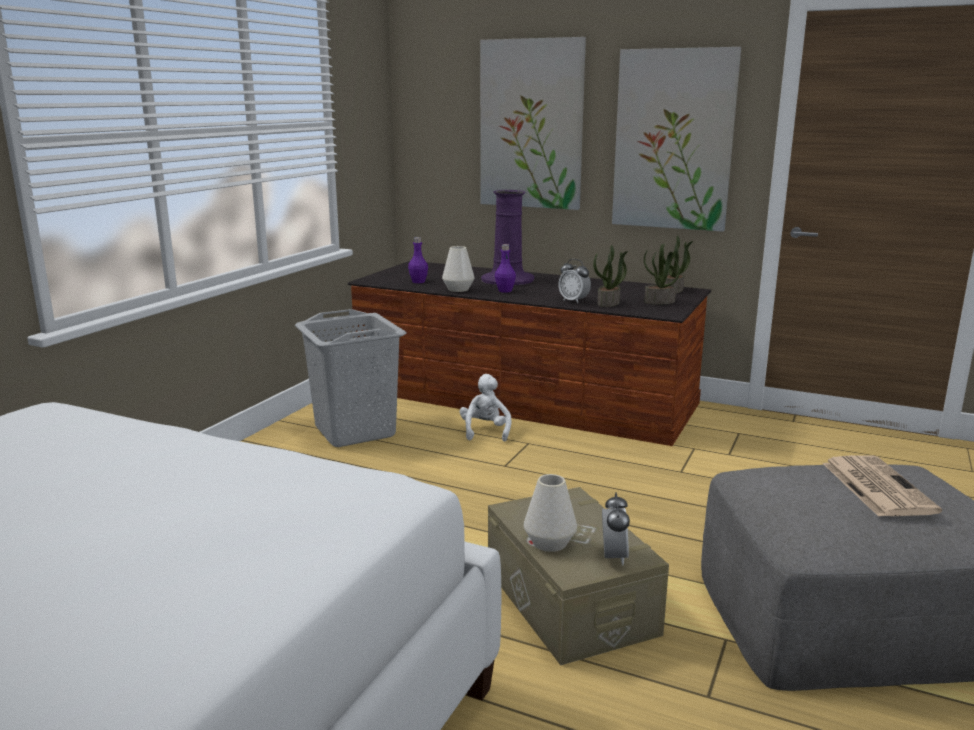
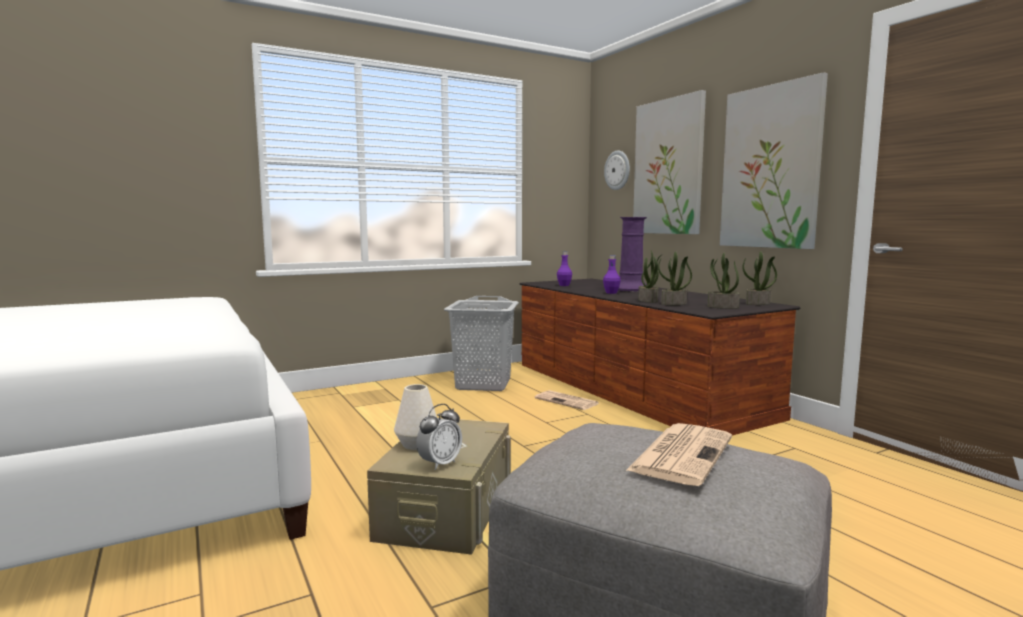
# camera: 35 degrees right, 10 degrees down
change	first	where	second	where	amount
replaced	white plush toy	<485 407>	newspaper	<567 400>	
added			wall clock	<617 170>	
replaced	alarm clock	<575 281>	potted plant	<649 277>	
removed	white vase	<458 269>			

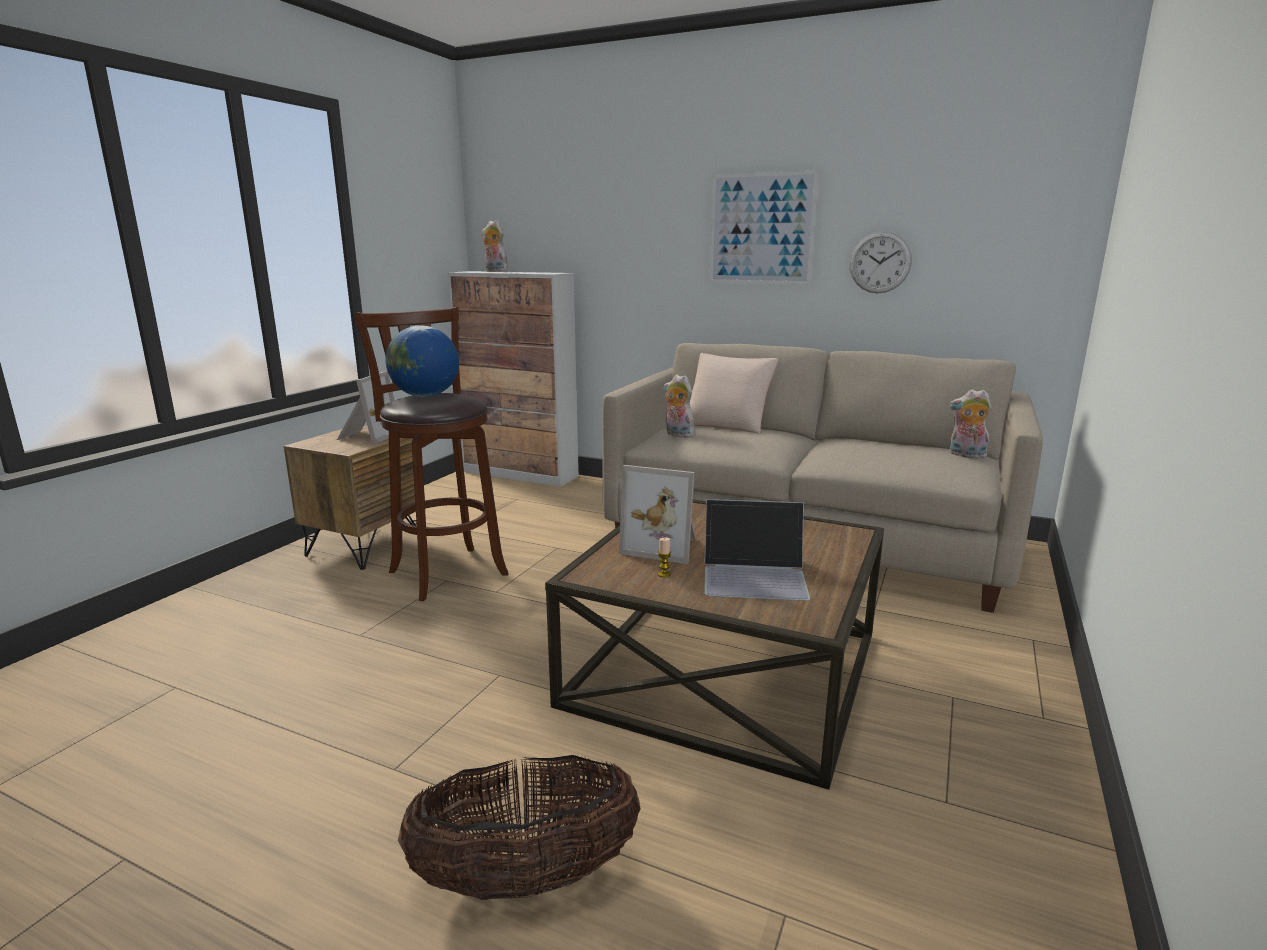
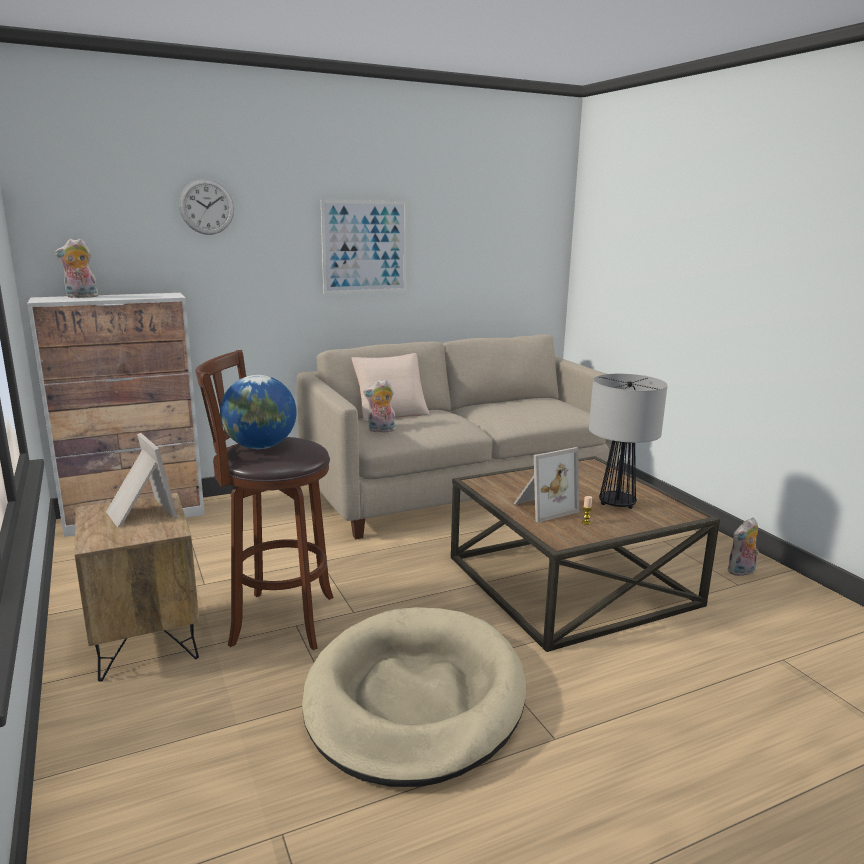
# camera: 50 degrees left, 0 degrees up
change	first	where	second	where	amount
moved	wall clock	<881 262>		<206 207>	
added			beige dog bed	<414 697>	
replaced	laptop	<757 550>	table lamp	<628 441>	
moved	plush toy	<970 424>		<743 546>	
removed	basket	<519 827>			

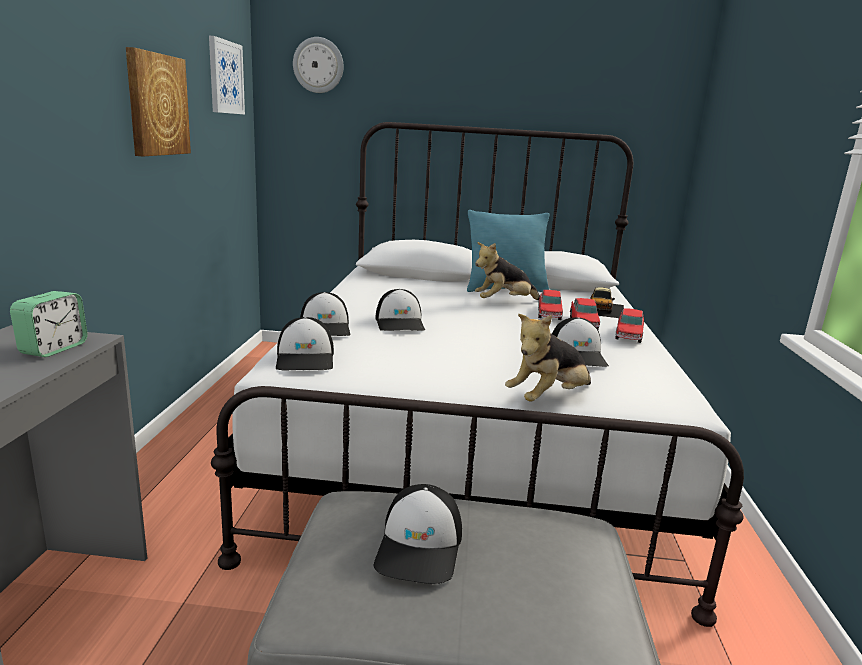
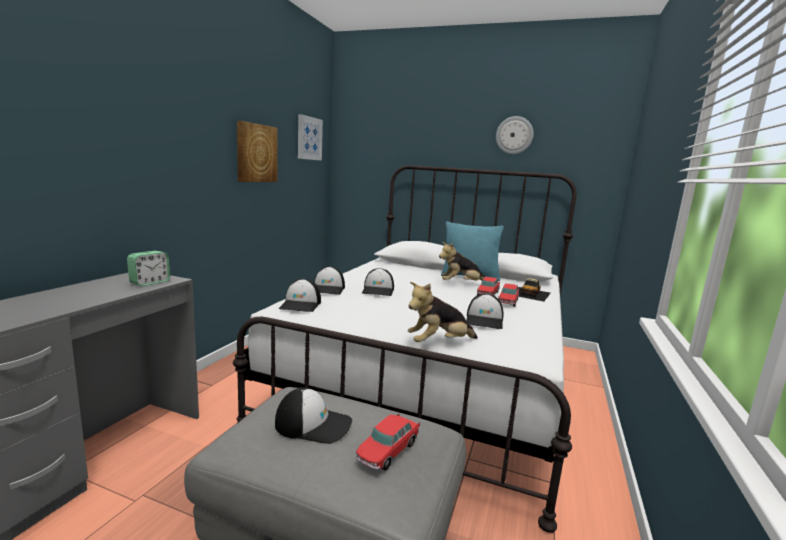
# camera: 15 degrees right, 5 degrees down
change	first	where	second	where	amount
turned	cap	<417 534>		<313 415>	105 degrees counterclockwise
moved	toy car	<629 325>		<387 442>	
moved	wall clock	<318 65>		<515 135>	

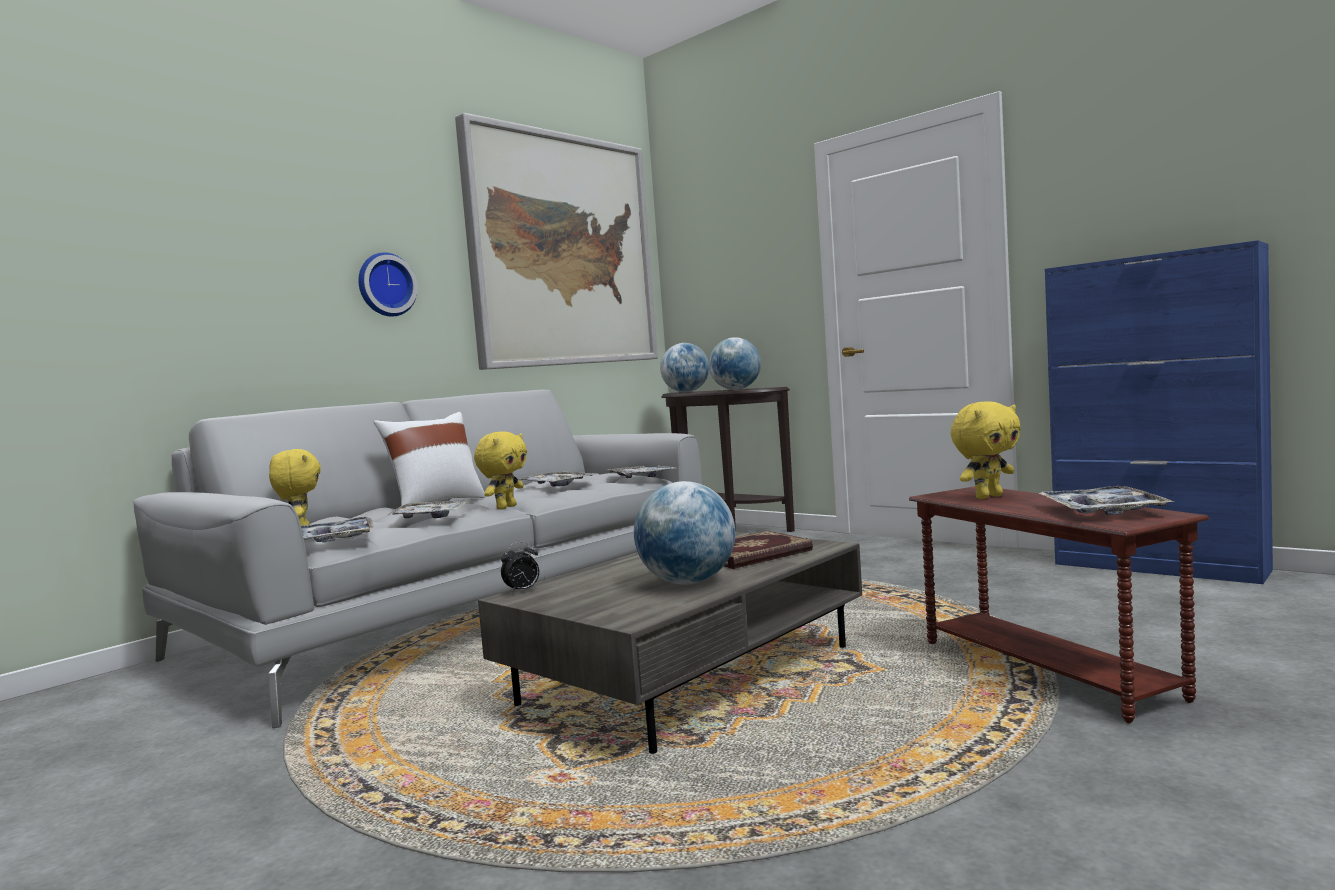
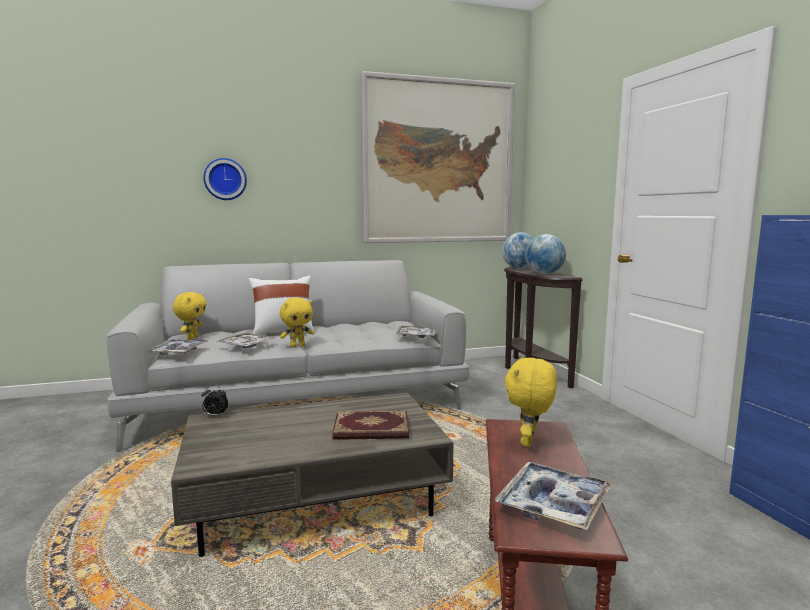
# camera: 30 degrees right, 5 degrees up
change	first	where	second	where	amount
moved	wall clock	<388 284>		<225 179>	
turned	yellow plush toy	<986 450>		<531 402>	105 degrees clockwise
removed	tray	<558 479>			
removed	globe	<684 533>			

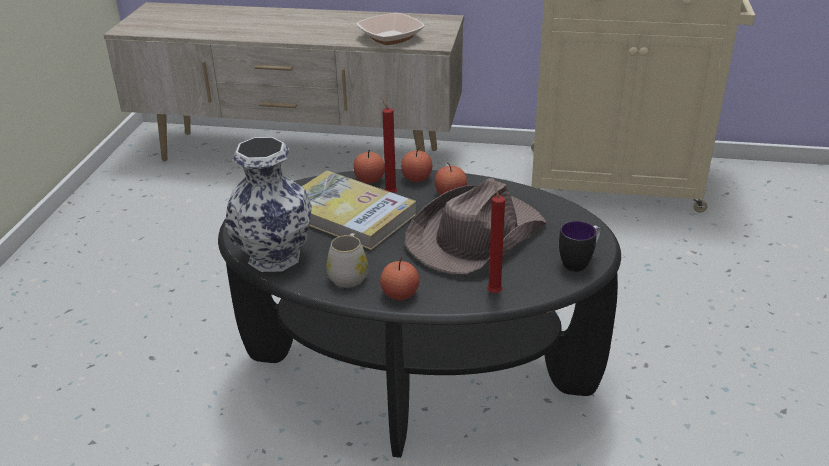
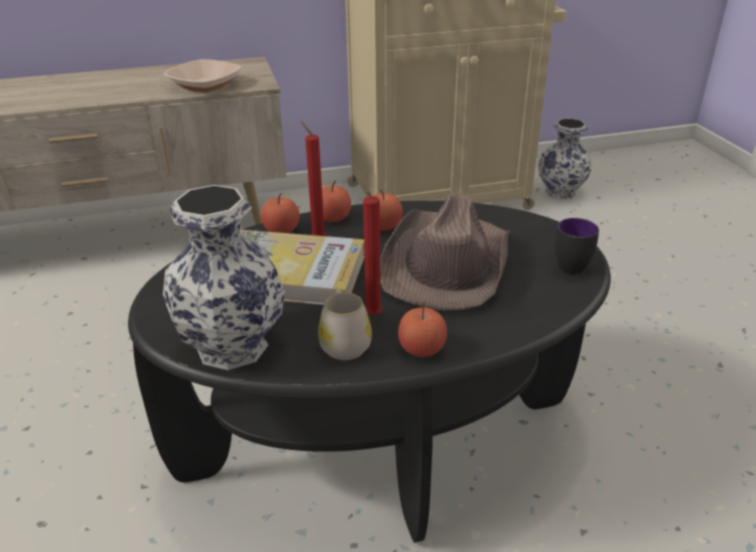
# camera: 25 degrees left, 0 degrees up
change	first	where	second	where	amount
moved	red candle	<496 237>		<371 247>	
added			vase	<565 159>	

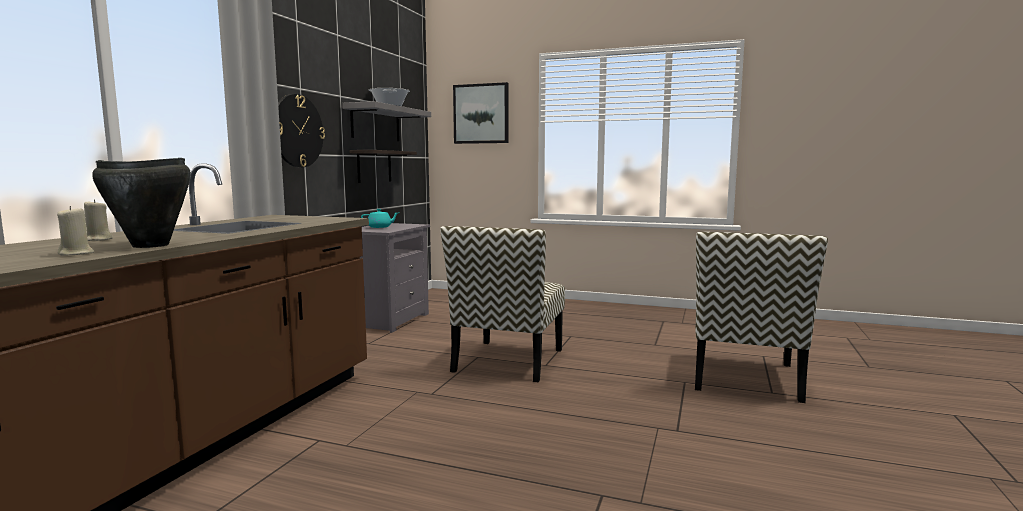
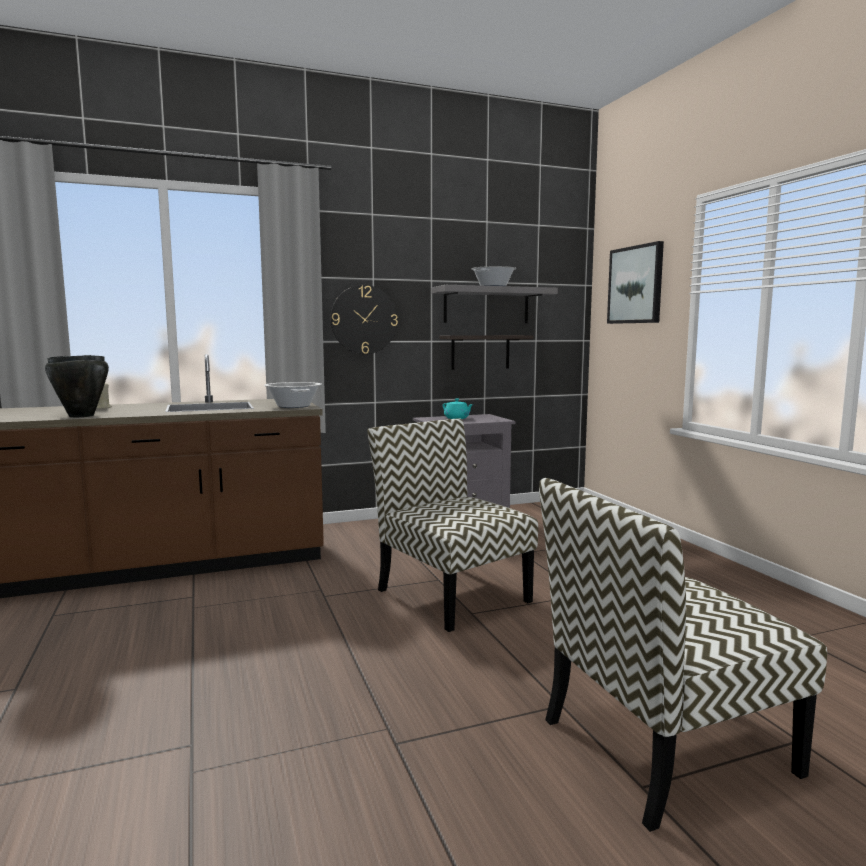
# camera: 50 degrees right, 0 degrees up
change	first	where	second	where	amount
added			cooking pot	<293 395>	
turned	chair	<502 304>		<452 525>	75 degrees clockwise
removed	beige candle	<75 231>			

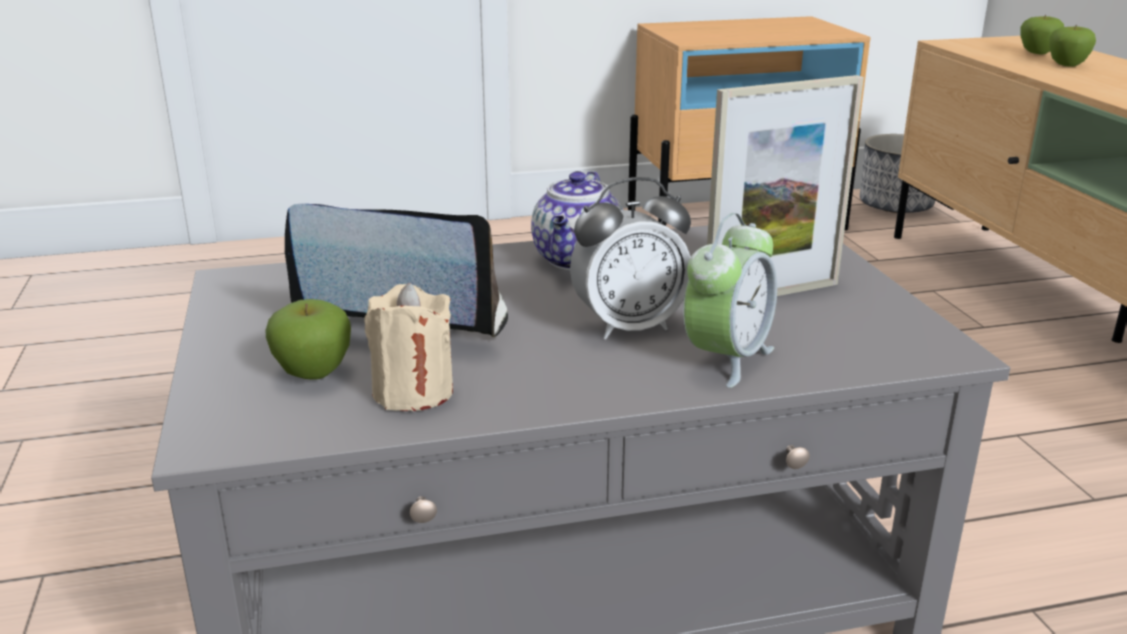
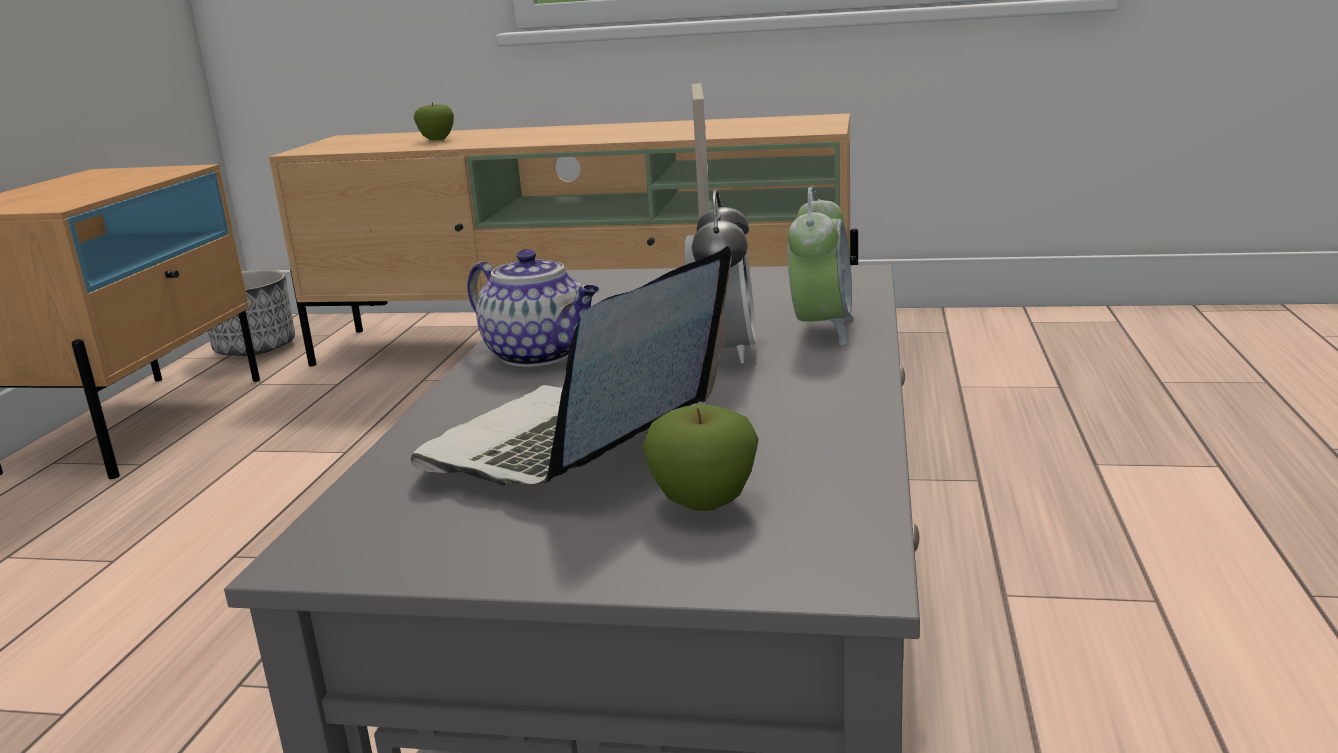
# camera: 65 degrees left, 5 degrees down
change	first	where	second	where	amount
turned	alarm clock	<730 300>		<820 266>	45 degrees clockwise
removed	beige candle	<408 347>			
removed	apple	<1042 34>			

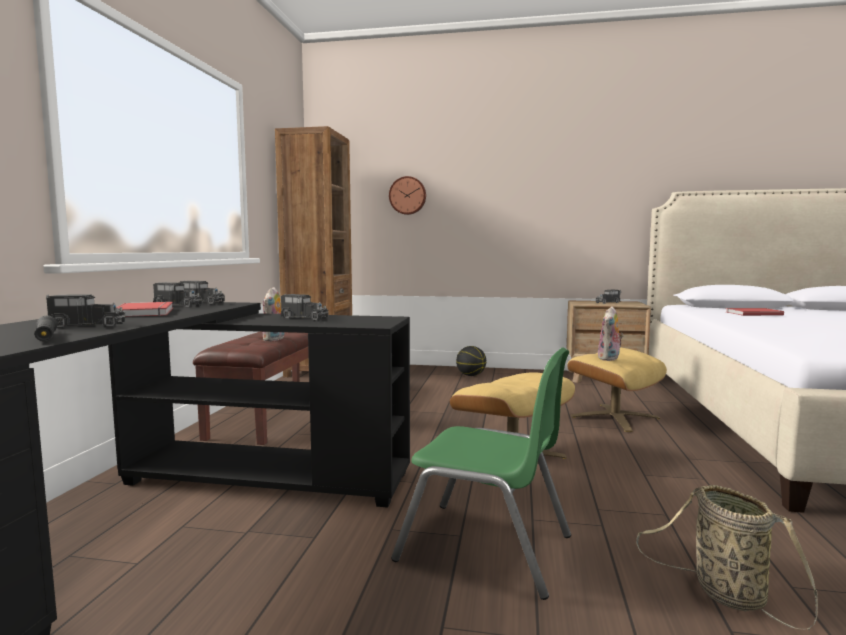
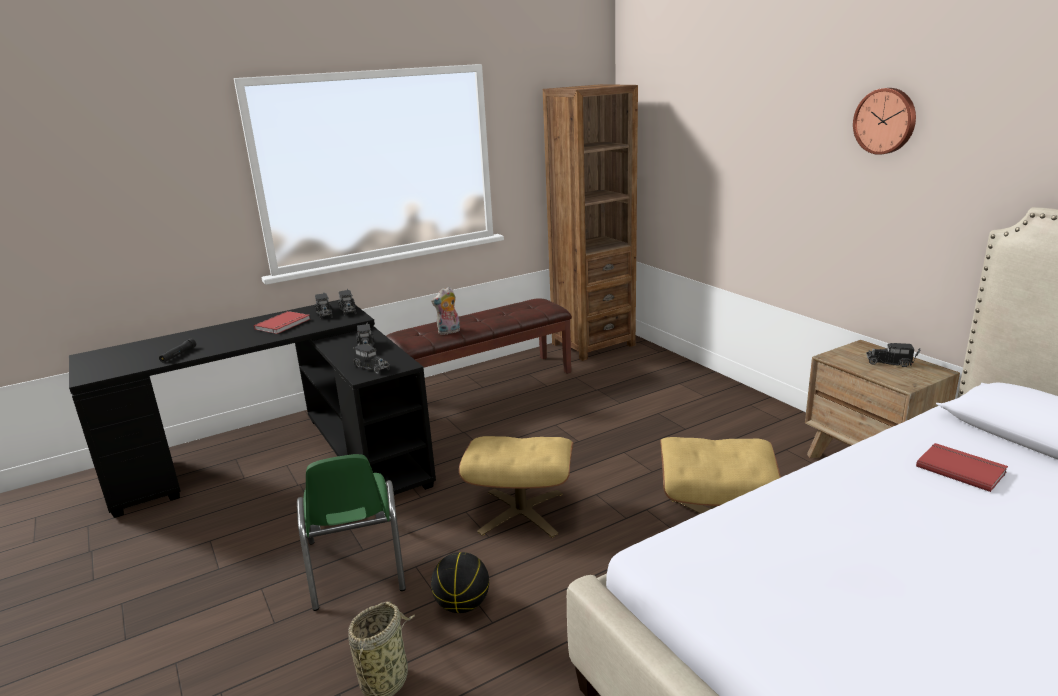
# camera: 50 degrees right, 15 degrees up
change	first	where	second	where	amount
moved	toy truck	<85 311>		<371 358>	
moved	basketball	<471 361>		<460 582>	
moved	wall clock	<407 195>		<884 121>	
removed	plush toy	<611 333>			

